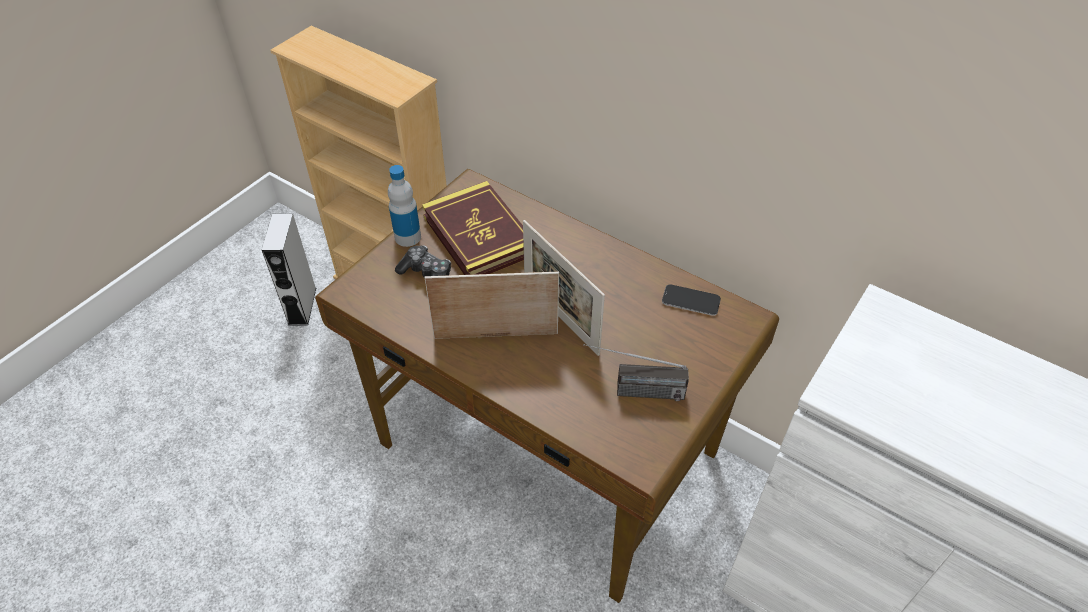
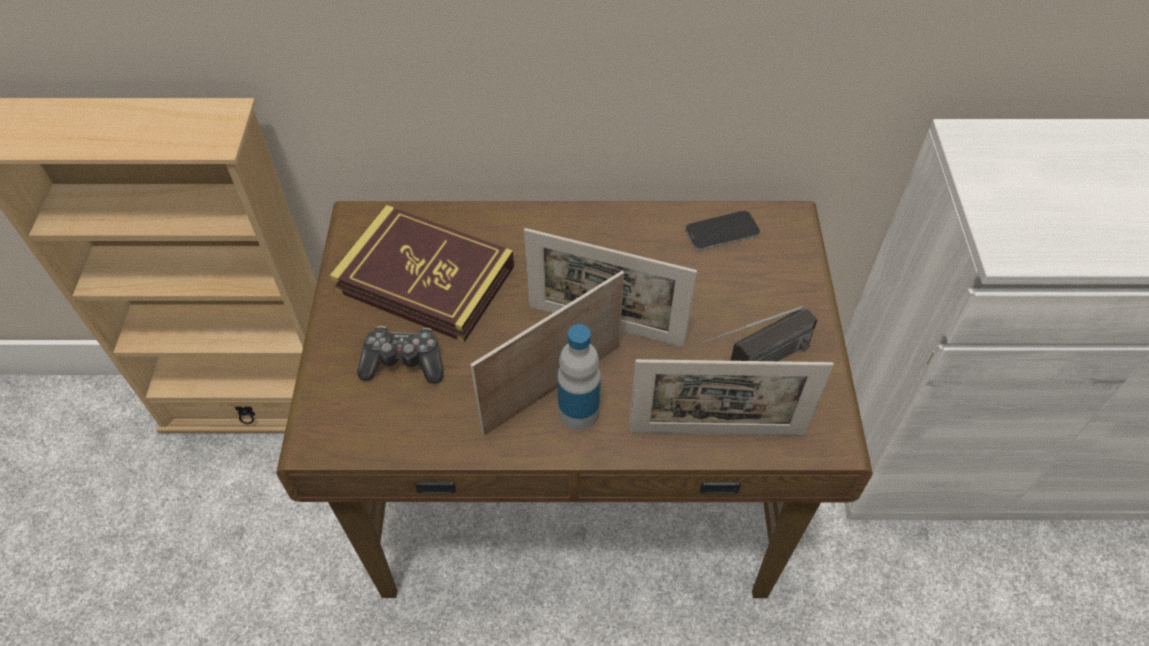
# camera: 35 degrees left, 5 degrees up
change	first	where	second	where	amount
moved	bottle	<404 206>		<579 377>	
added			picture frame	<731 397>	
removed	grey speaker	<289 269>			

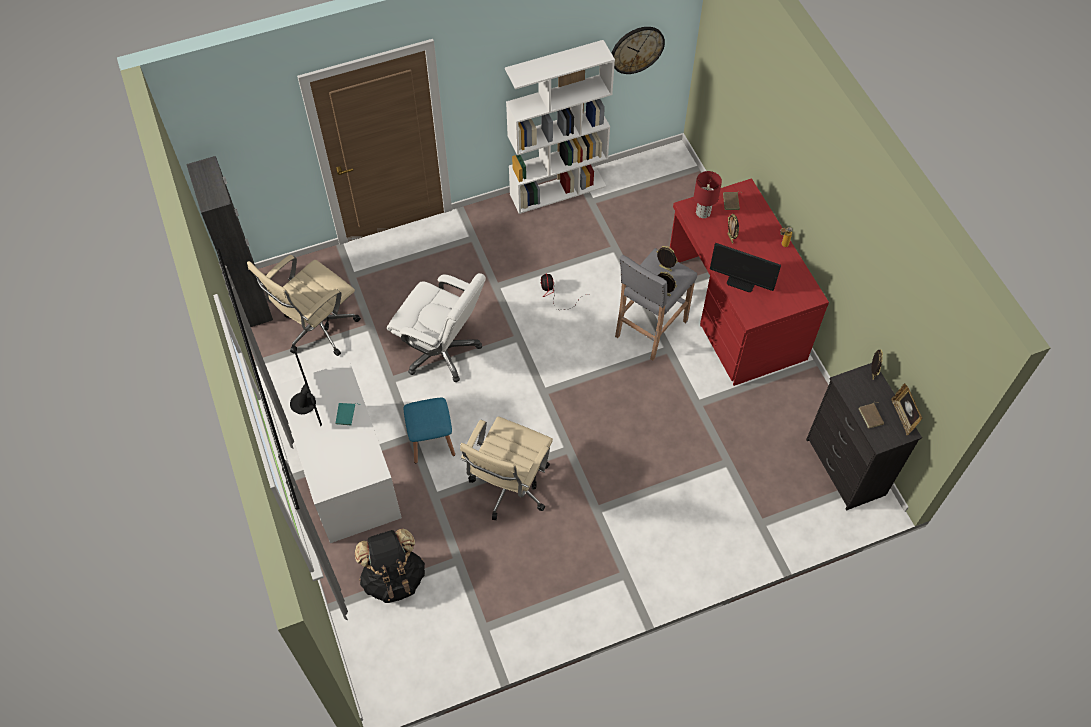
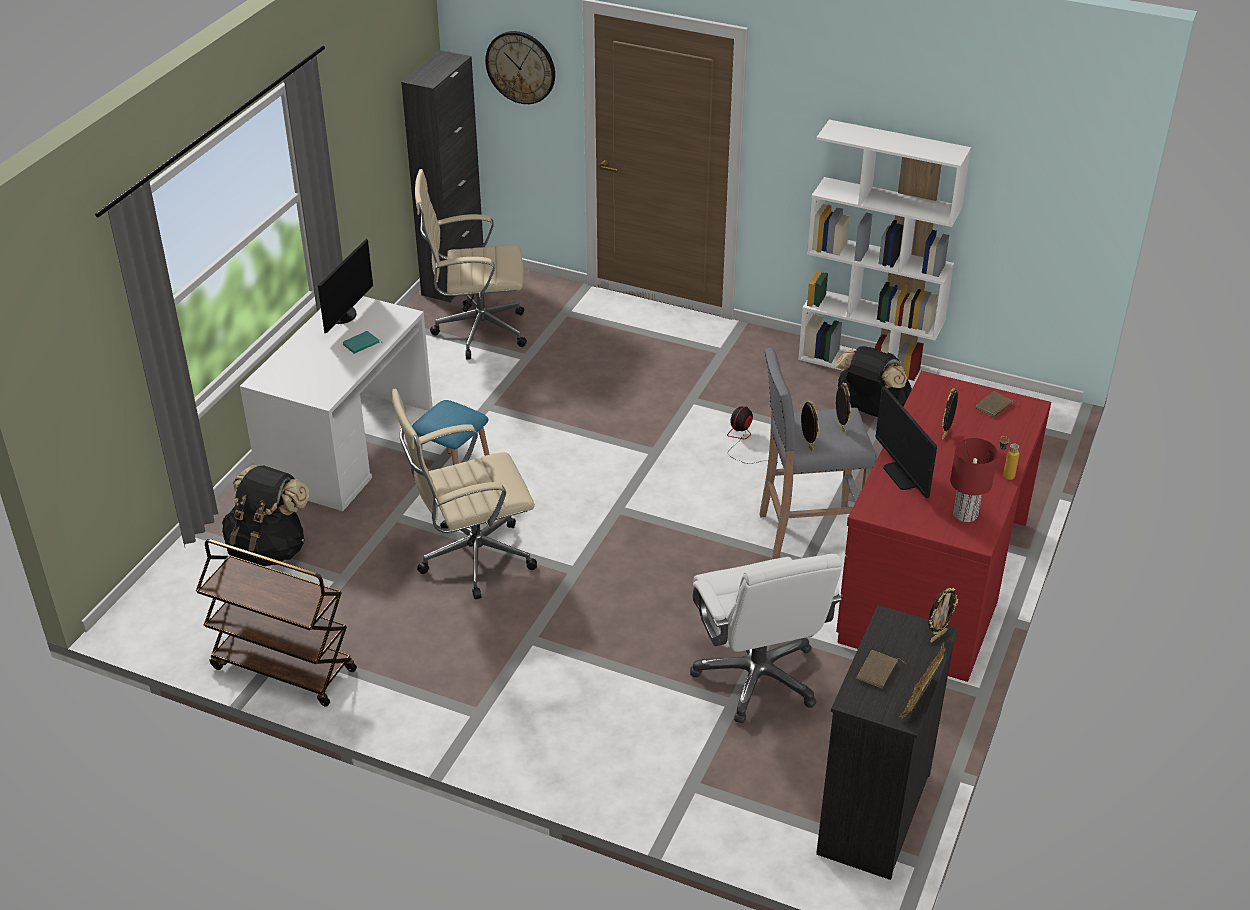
# camera: 45 degrees right, 20 degrees down
change	first	where	second	where	amount
added			brown cart	<276 623>	
moved	wall clock	<638 50>		<520 67>	
moved	white office chair	<436 327>		<766 638>	
added			black backpack	<873 381>	
moved	red table lamp	<708 194>		<974 480>	

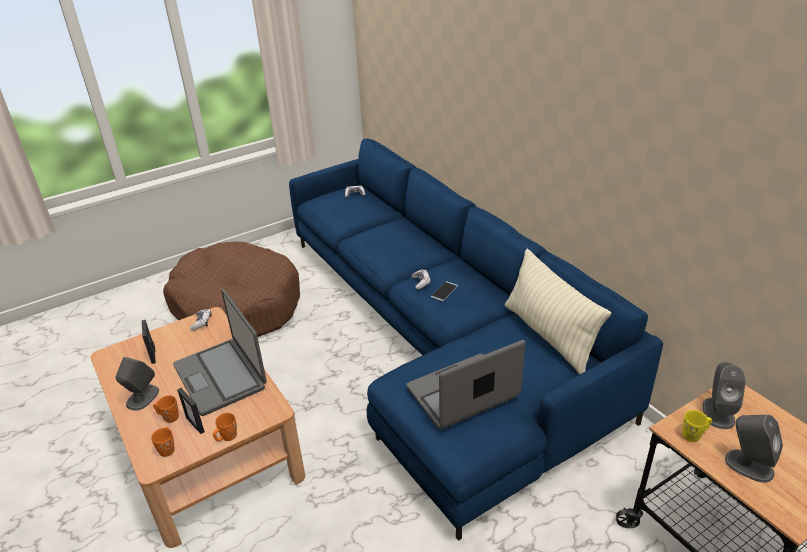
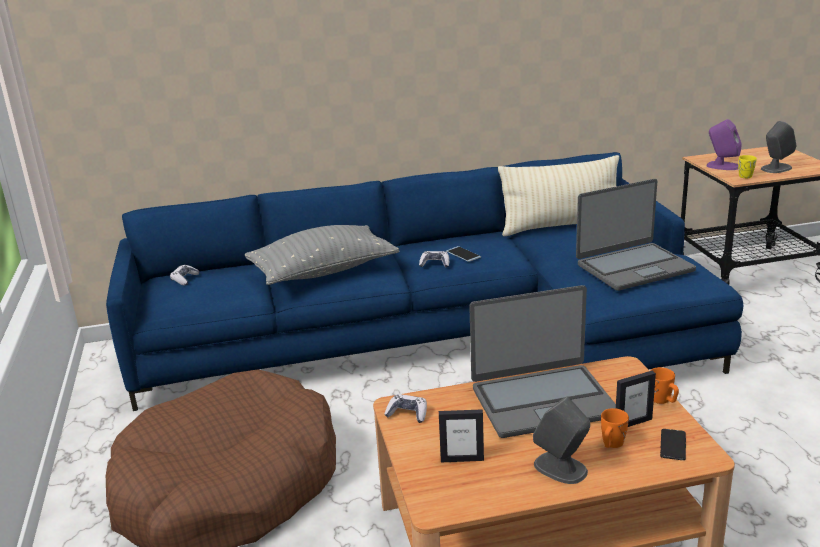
# camera: 70 degrees left, 10 degrees down
change	first	where	second	where	amount
added			grey pillow	<322 255>	
turned	laptop	<465 385>		<636 235>	105 degrees counterclockwise
replaced	orange mug	<163 442>	phone	<673 444>	
recoloured	grey speaker	<724 395>	purple speaker	<724 144>	

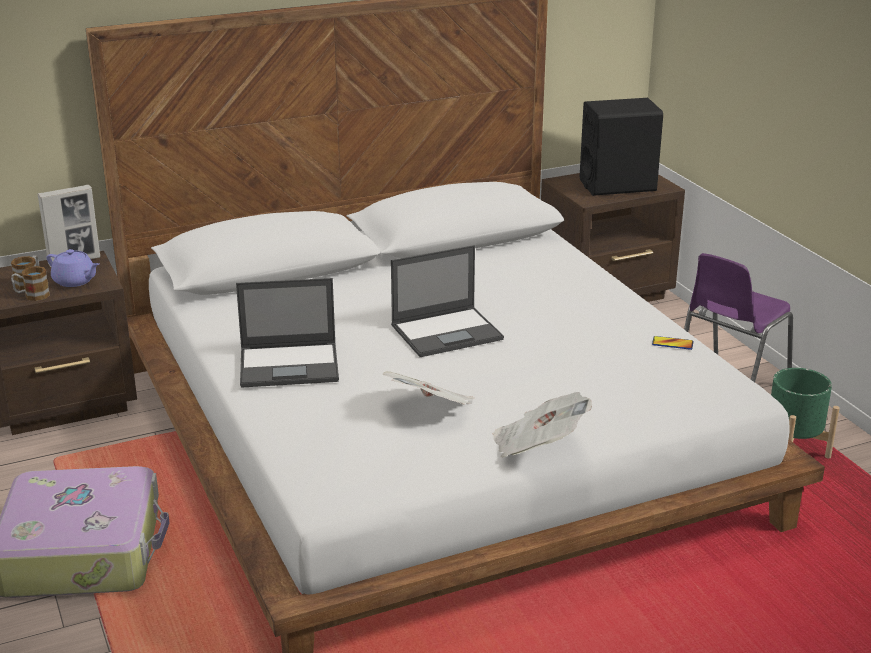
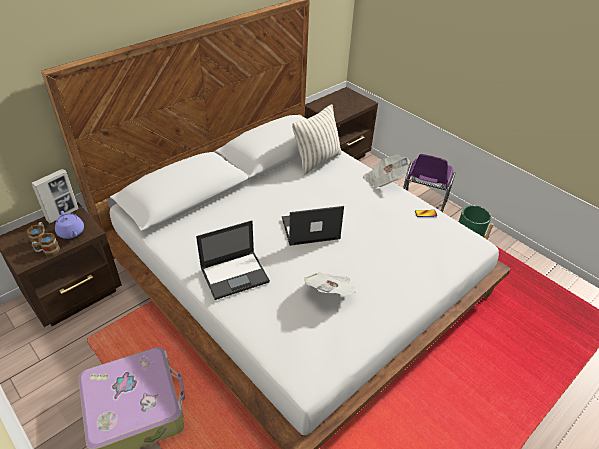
# camera: 20 degrees left, 15 degrees up
change	first	where	second	where	amount
turned	purple teapot	<73 268>		<69 225>	45 degrees clockwise
turned	laptop	<447 301>		<313 226>	150 degrees counterclockwise
added			pillow	<317 140>	
moved	newspaper	<542 425>		<386 171>	
removed	black speaker	<621 147>			

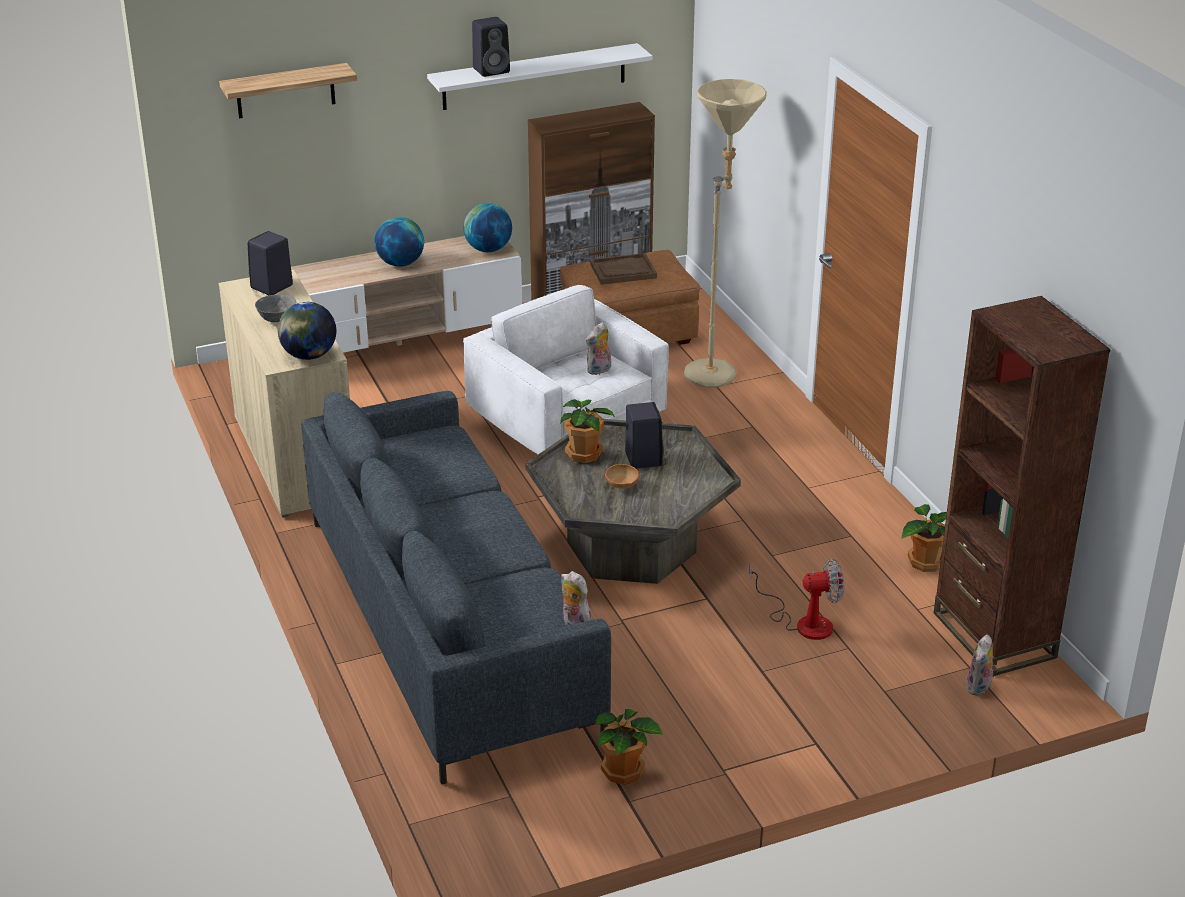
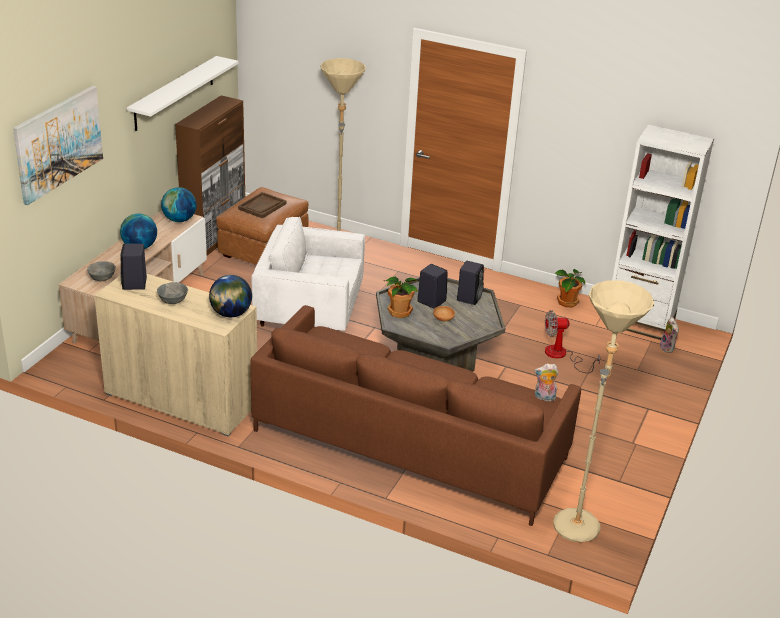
# camera: 45 degrees left, 0 degrees up
change	first	where	second	where	amount
replaced	shelf	<288 90>	picture	<58 145>	
added			grey bowl	<101 271>	
recoloured	grey sofa	<456 588>	brown sofa	<415 415>	
moved	black speaker	<491 47>		<470 283>	
turned	fan	<796 599>		<572 341>	135 degrees counterclockwise
added			beige floor lamp	<603 411>	
recoloured	brown bookcase	<1022 486>	white bookcase	<663 232>	
removed	plush toy	<598 348>			
removed	potted plant	<628 747>			

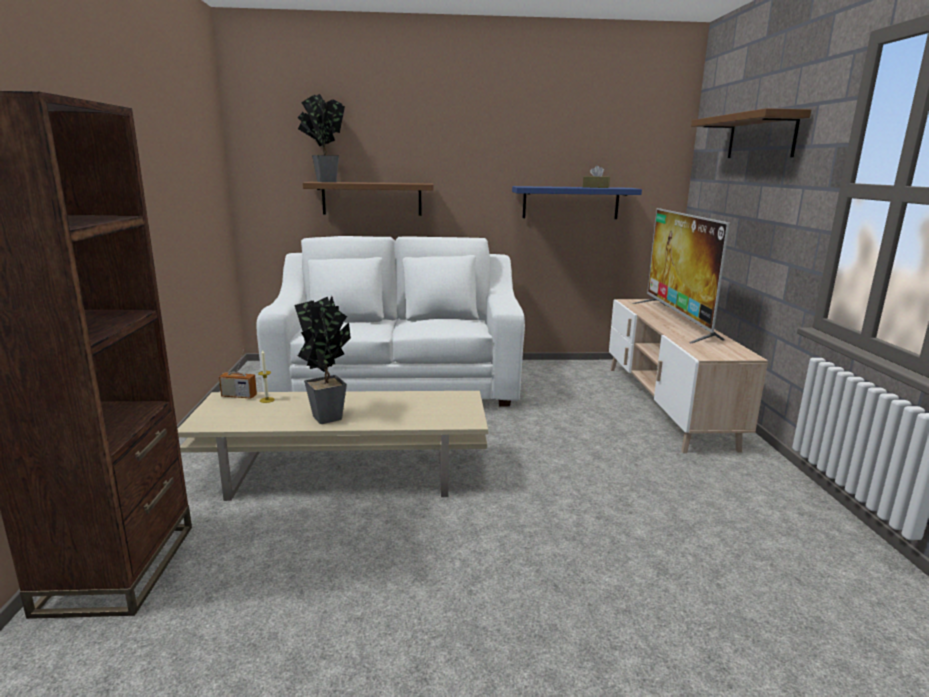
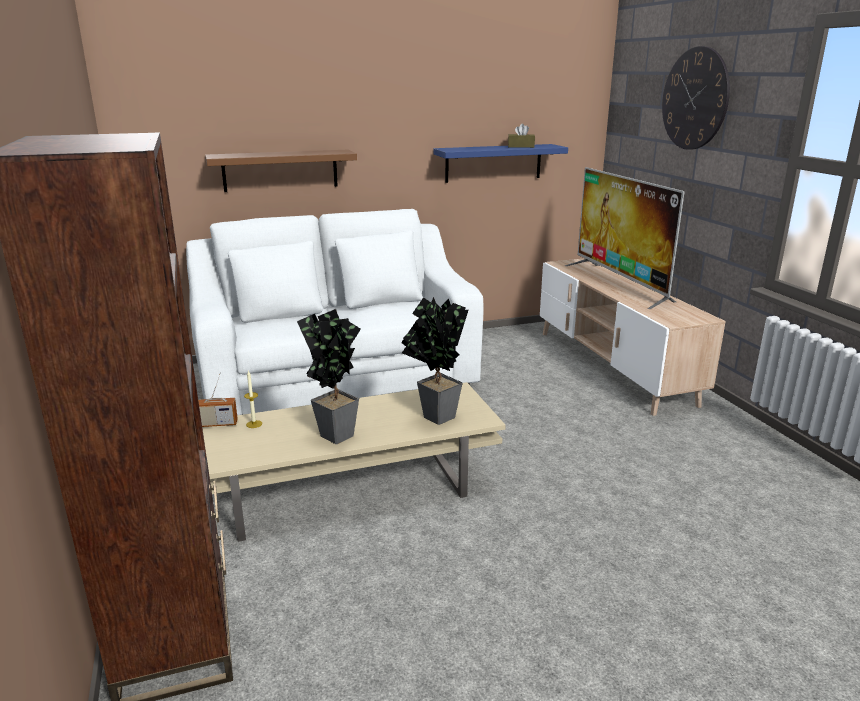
# camera: 15 degrees left, 5 degrees up
change	first	where	second	where	amount
moved	potted plant	<321 138>		<434 361>	
replaced	brown shelf	<751 133>	wall clock	<696 98>	

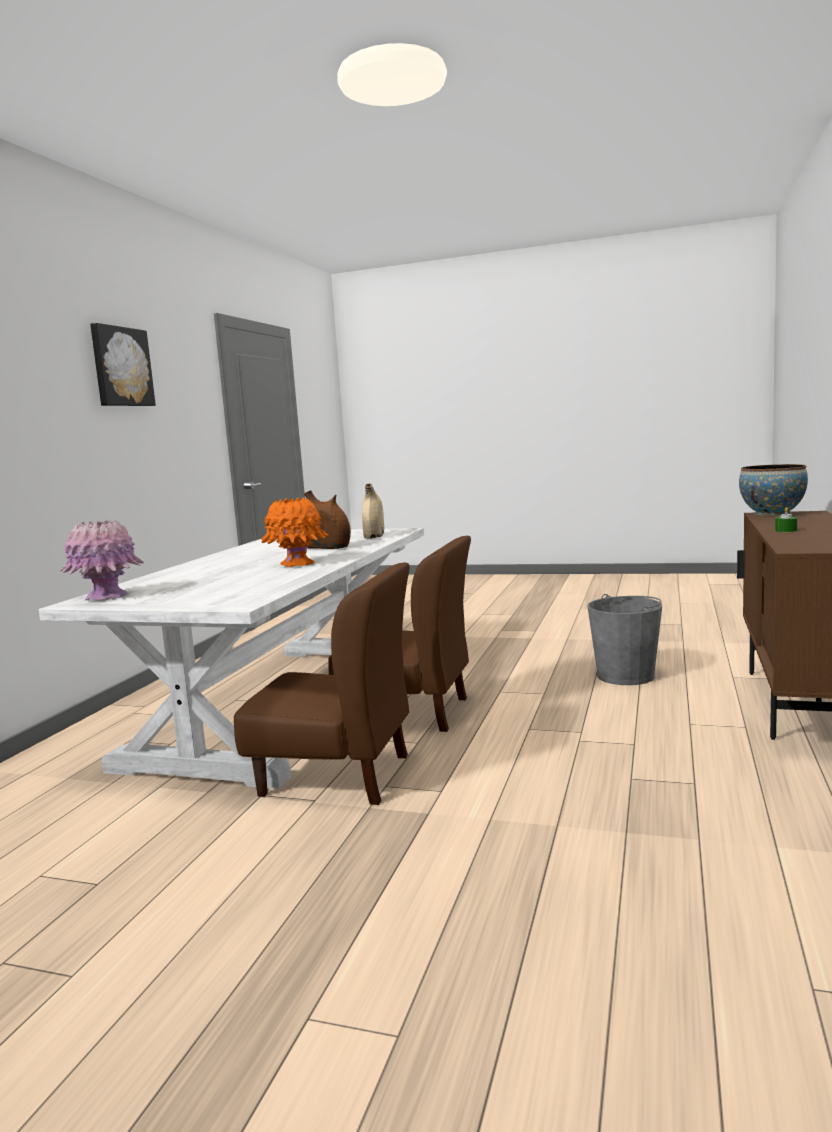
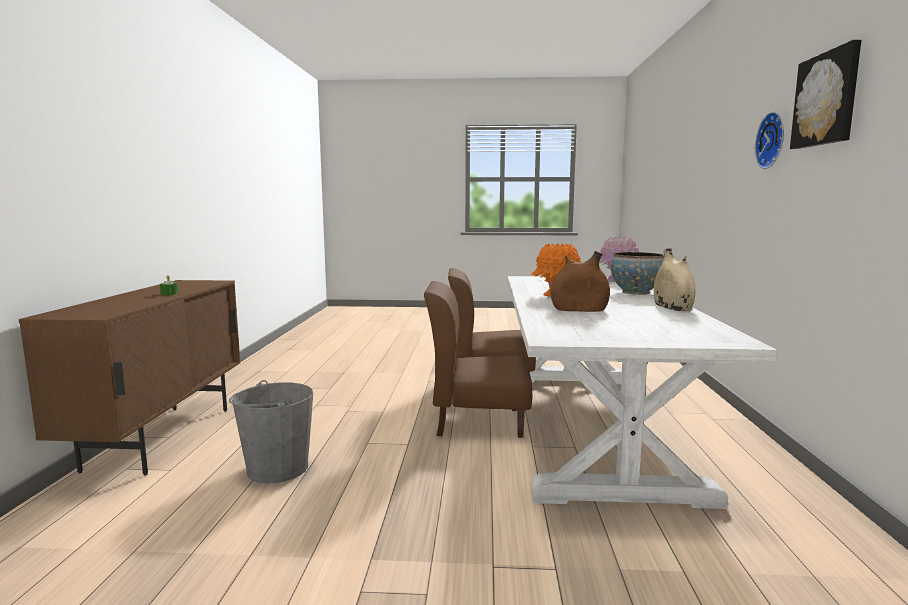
# camera: 165 degrees right, 0 degrees up
change	first	where	second	where	amount
moved	bowl	<773 490>		<637 273>	
moved	beige vase	<373 511>		<675 279>	
added			wall clock	<769 140>	

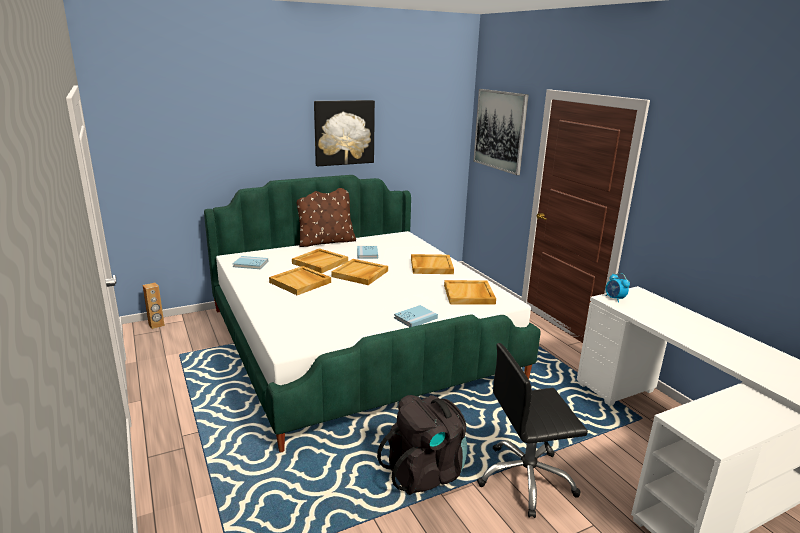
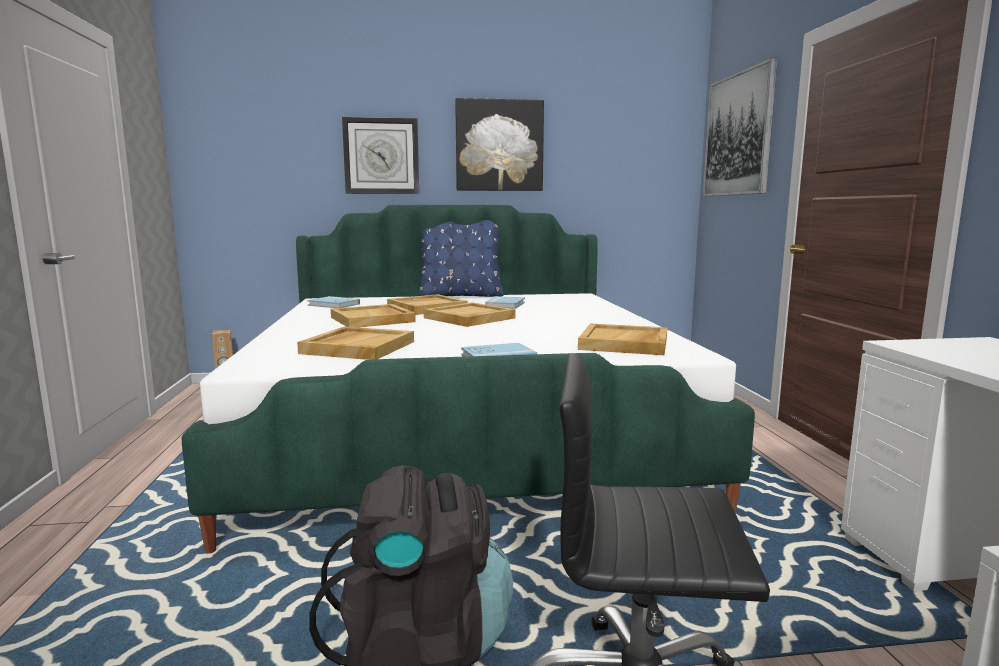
# camera: 20 degrees right, 10 degrees down
change	first	where	second	where	amount
moved	beige tray	<432 264>		<355 343>	
added			wall clock	<380 155>	
recoloured	brown pillow	<326 217>	blue pillow	<461 258>	
removed	alarm clock	<618 288>			

